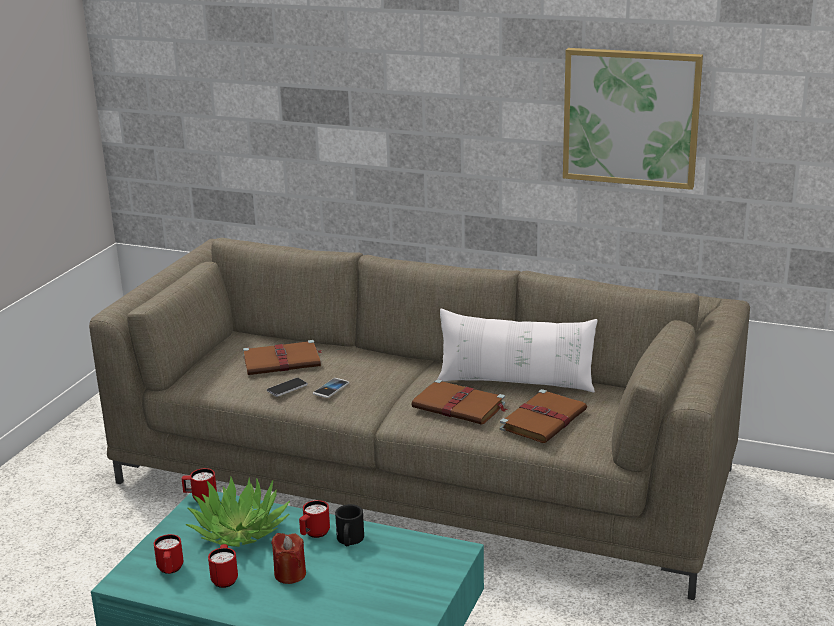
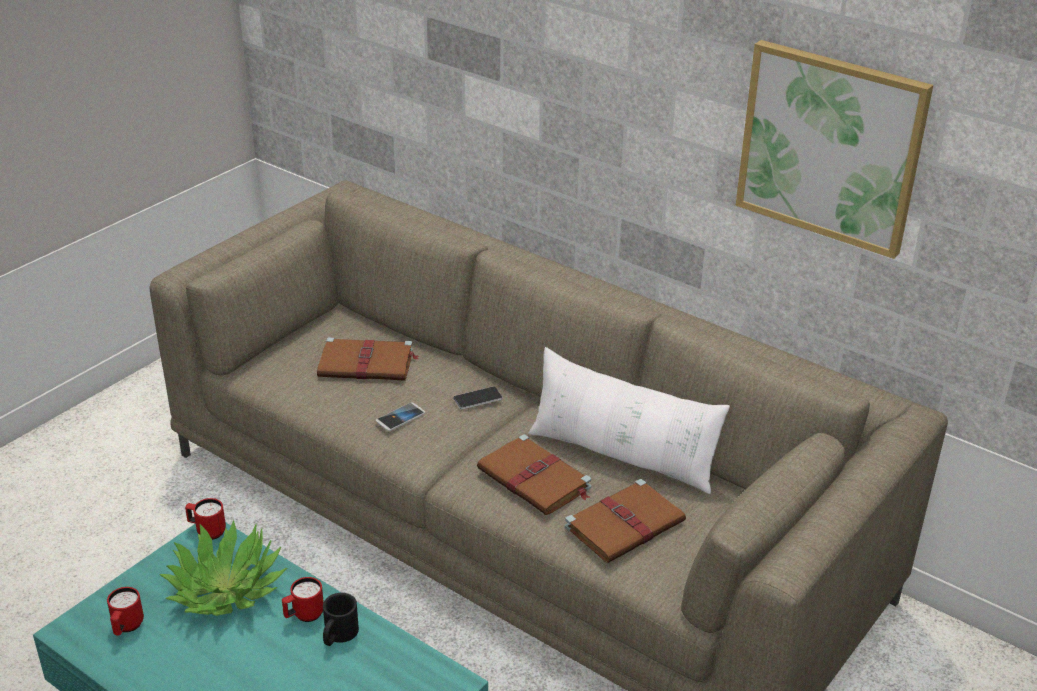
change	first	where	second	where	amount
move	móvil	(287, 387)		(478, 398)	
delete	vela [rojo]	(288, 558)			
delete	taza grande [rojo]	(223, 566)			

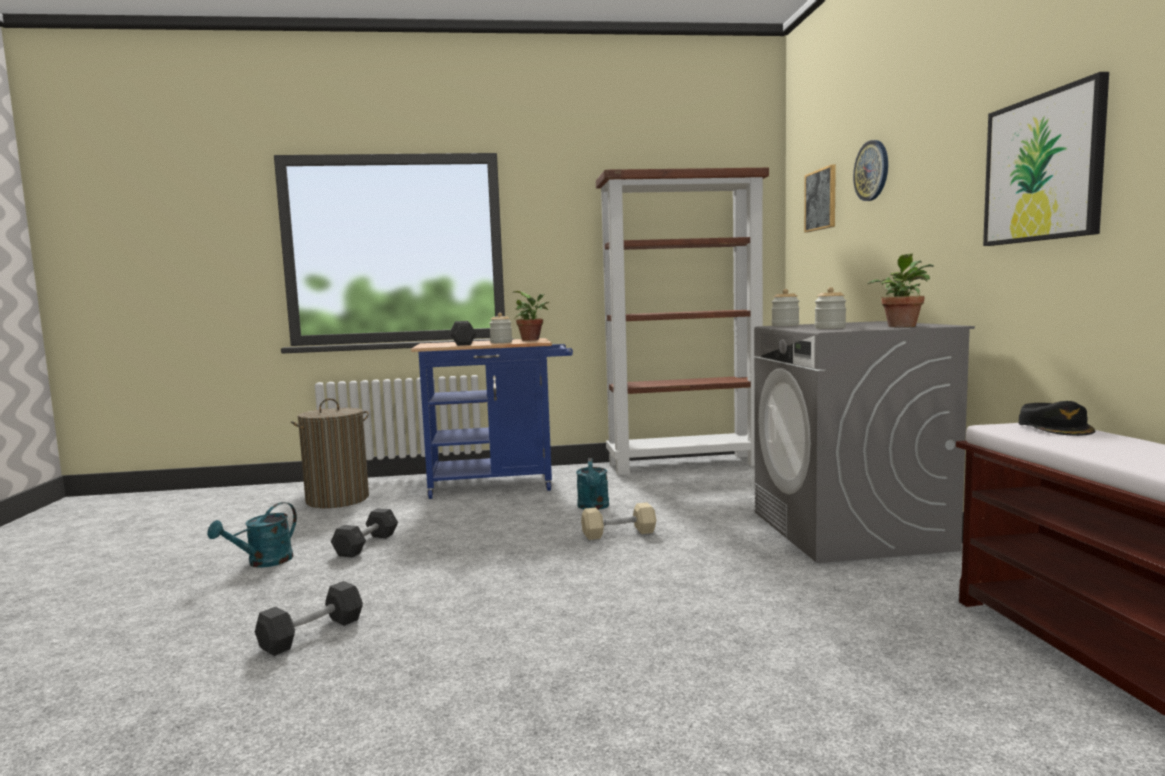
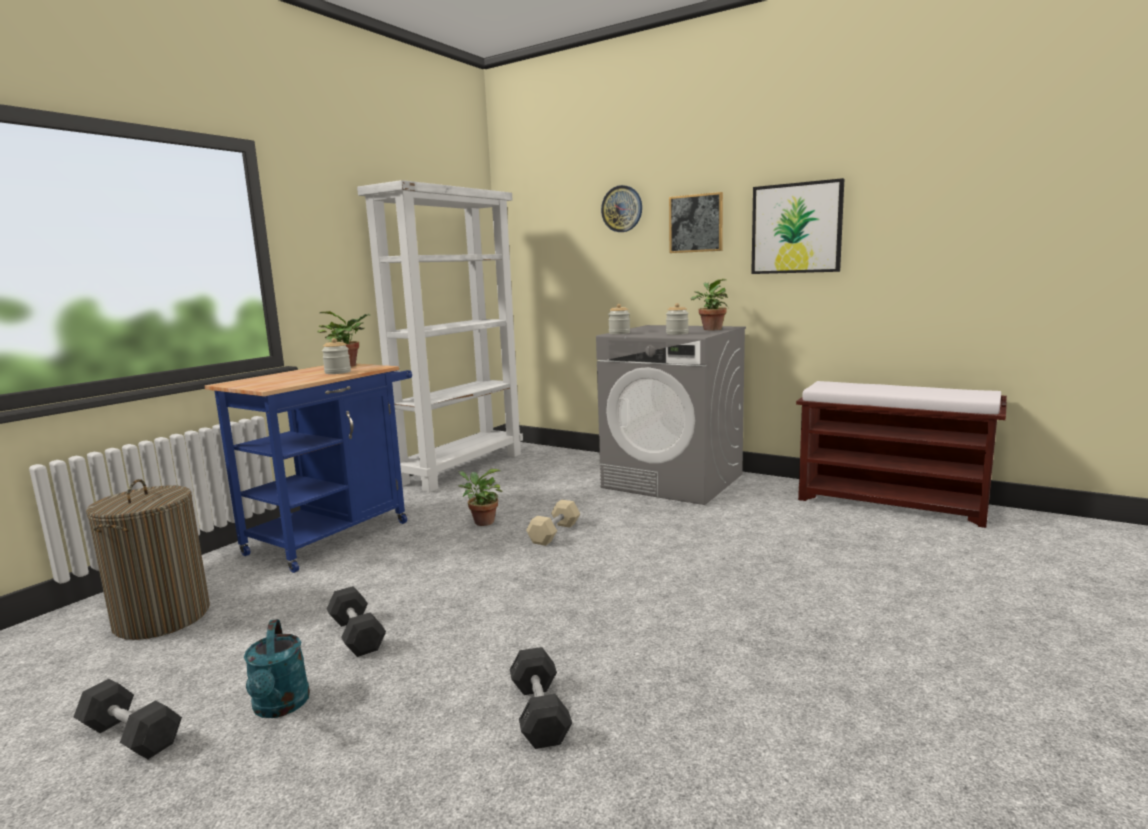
change	first	where	second	where	amount
move	cuadro	(820, 198)		(696, 222)	
recolor	estantería [marrón]	(682, 321)	estantería [blanco]	(440, 336)	
move	mancuerna [gris]	(463, 333)		(128, 719)	
delete	gorra [negro]	(1057, 418)			
replace	regadera [turquesa]	(592, 484)	planta en maceta	(480, 497)	

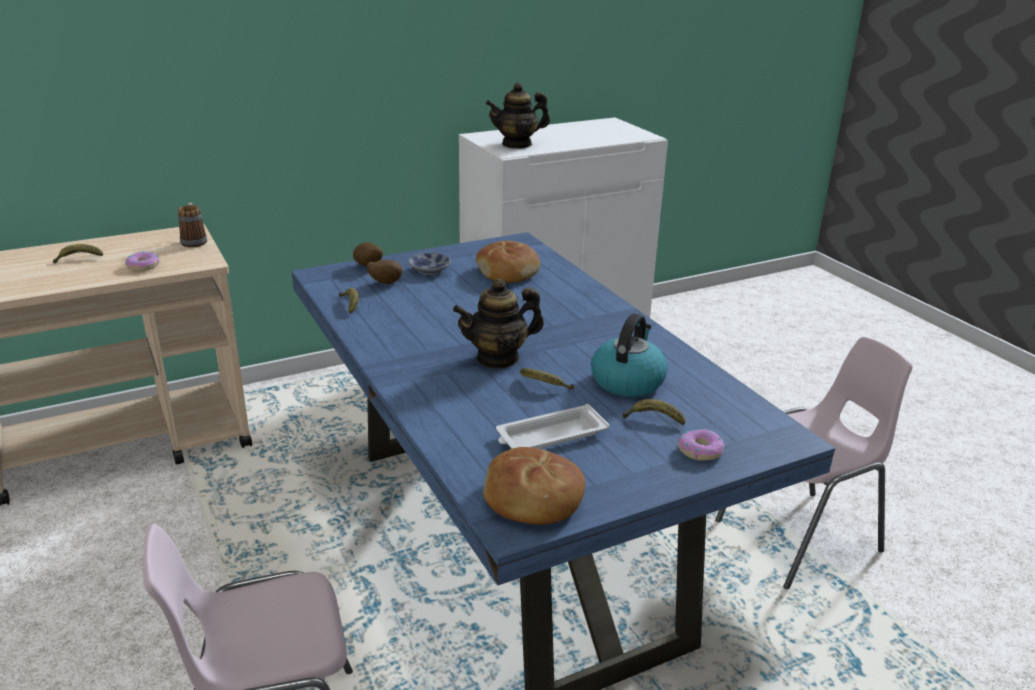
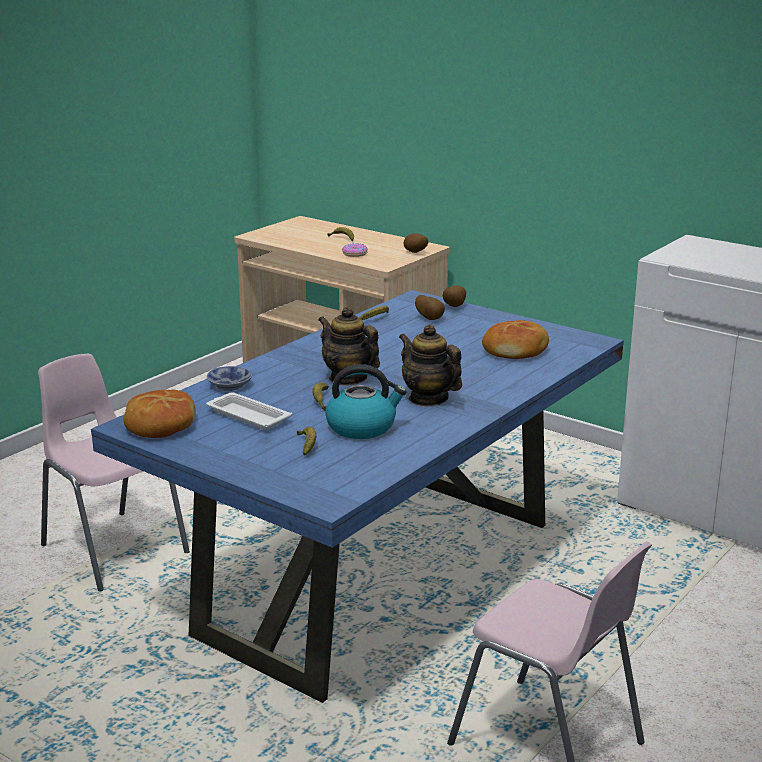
change	first	where	second	where	amount
move	tetera	(518, 116)		(430, 365)	
replace	taza grande	(192, 225)	patata	(415, 243)	
move	cuenco	(429, 264)		(229, 378)	
delete	rosquilla	(701, 445)			

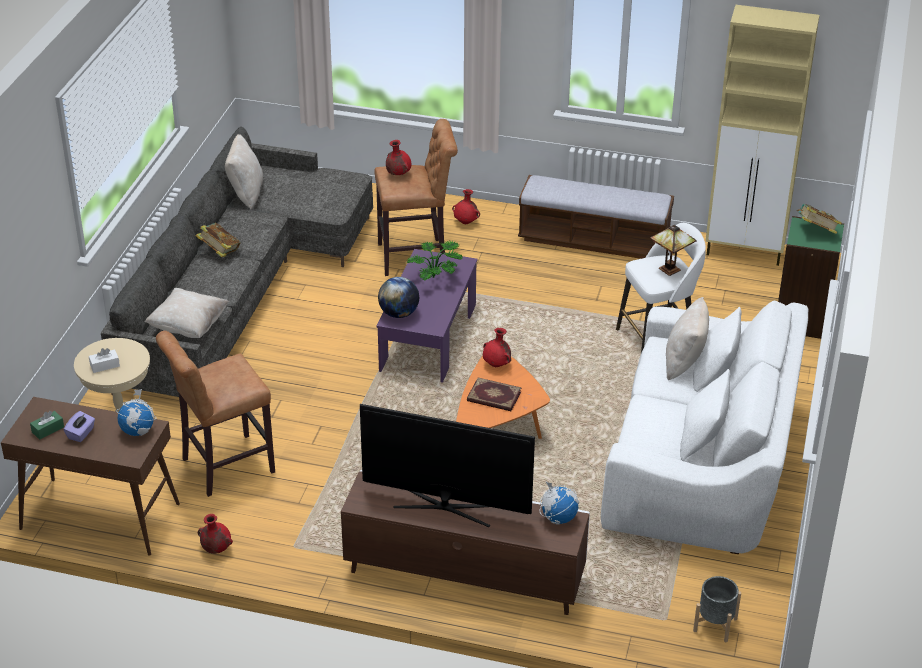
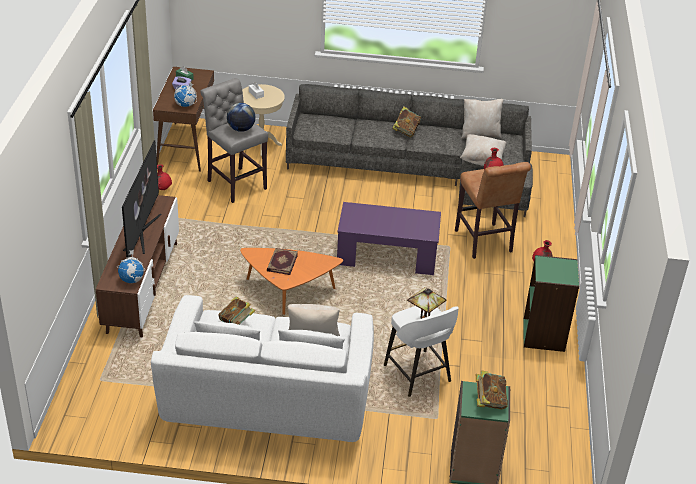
change	first	where	second	where	amount
delete	armario [beis]	(762, 135)			
replace	banco	(596, 217)	estantería [verde]	(551, 303)	
delete	planta en maceta	(435, 260)			
move	globo terráqueo	(398, 297)		(241, 117)	
move	cojín [beis]	(186, 313)		(483, 150)	
delete	florero [rojo]	(497, 347)			
recolor	taburete [marrón]	(215, 414)	taburete [gris]	(234, 140)	
delete	maceta [gris]	(717, 609)			
insert			libro	(236, 311)	

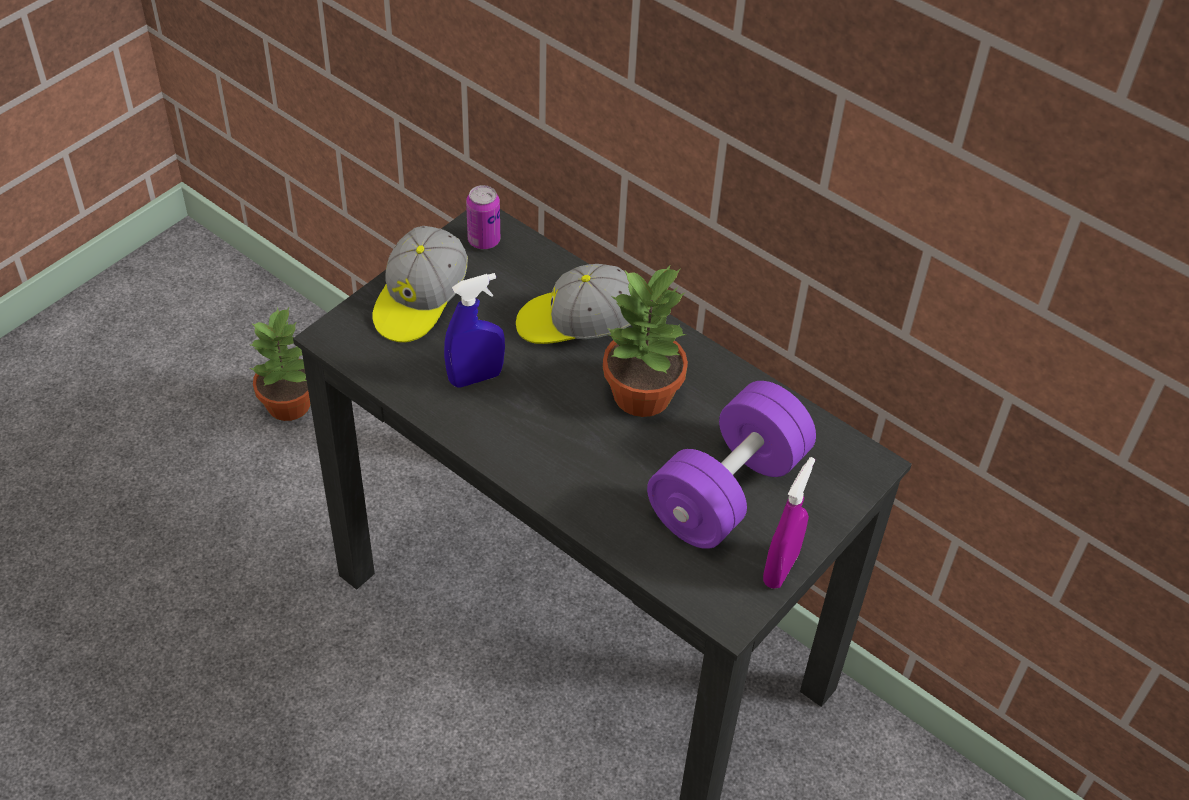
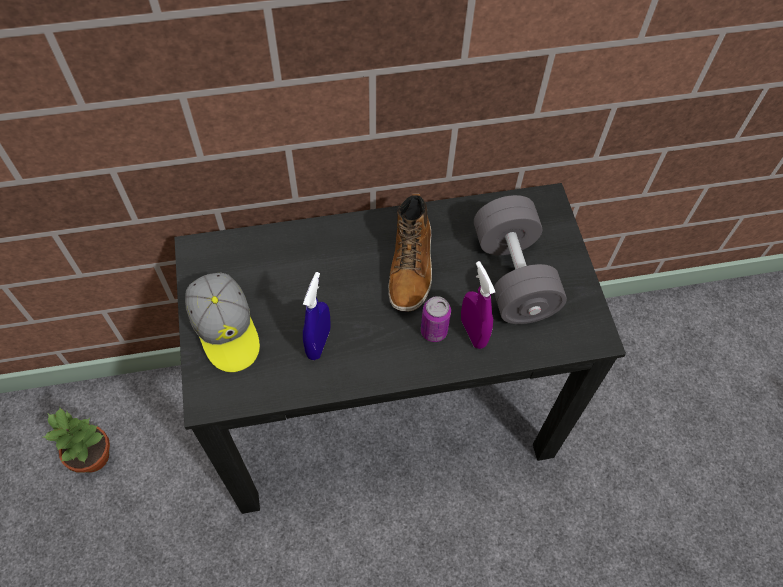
change	first	where	second	where	amount
move	lata	(483, 217)		(436, 319)	
delete	gorra	(573, 304)			
replace	planta en maceta	(645, 340)	bota	(410, 252)	
recolor	mancuerna [morado]	(731, 465)	mancuerna [gris]	(520, 259)	
move	pulverizador [morado]	(789, 523)		(478, 305)	

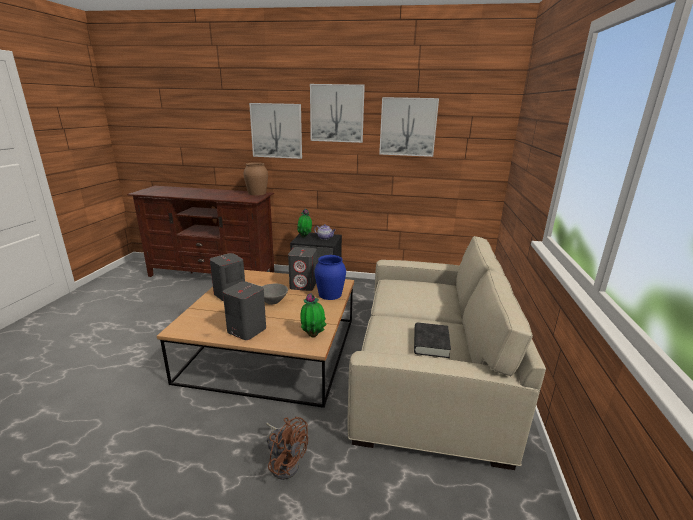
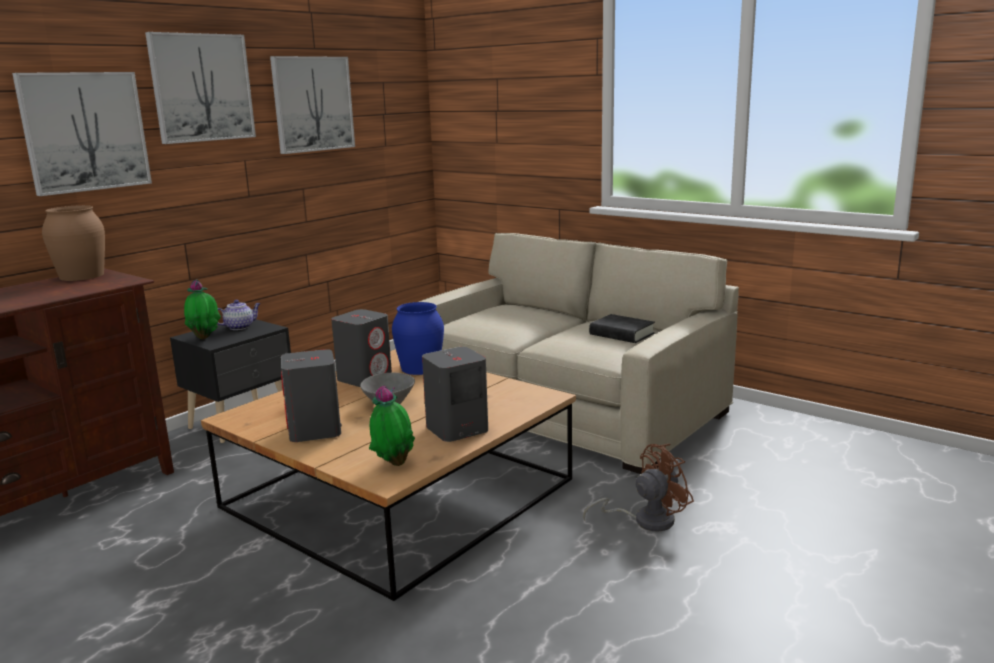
change	first	where	second	where	amount
move	planta en maceta	(313, 315)		(392, 425)	

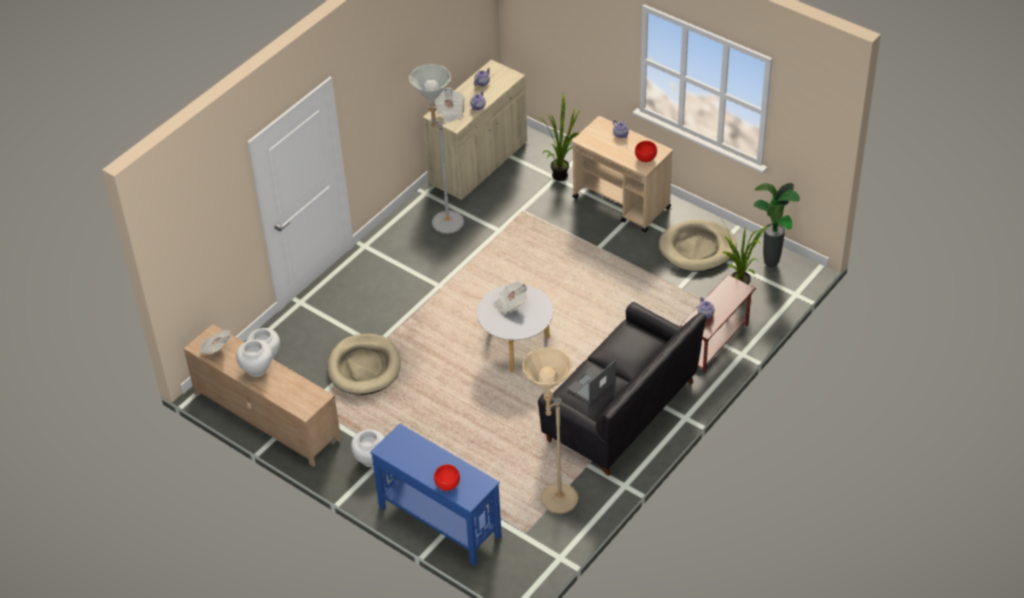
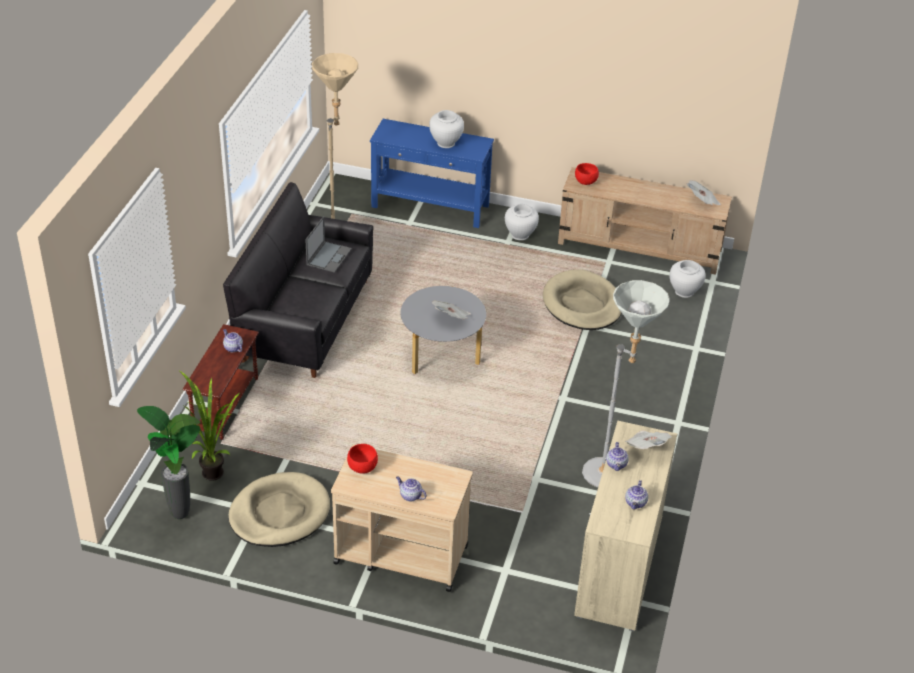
change	first	where	second	where	amount
delete	planta en maceta	(557, 136)			
move	florero [blanco]	(254, 358)		(446, 129)	
move	cuenco [rojo]	(447, 477)		(587, 174)	

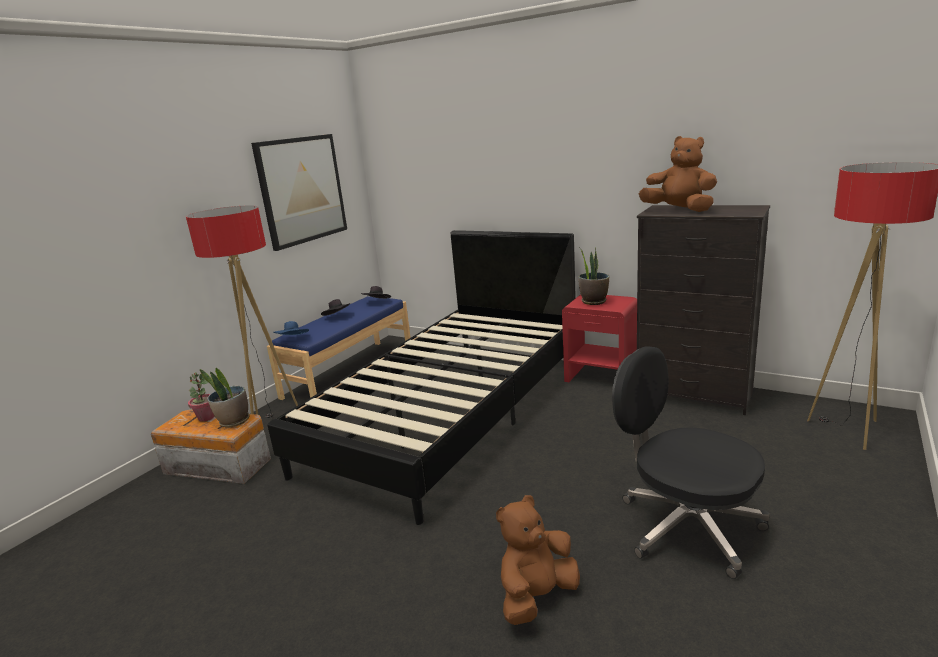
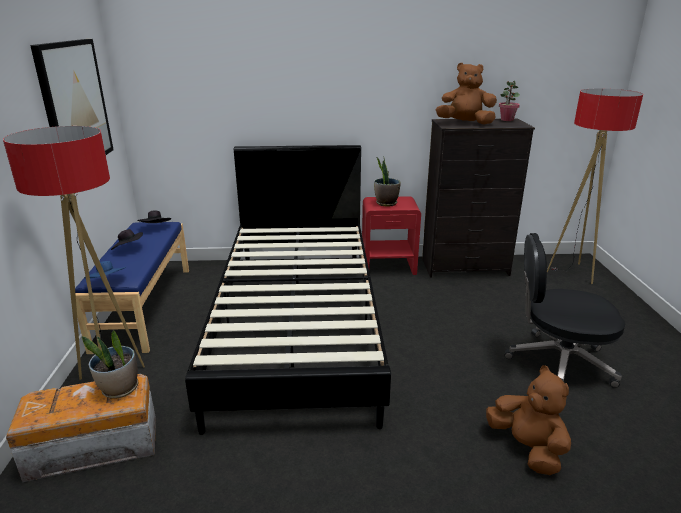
change	first	where	second	where	amount
move	planta en maceta	(201, 397)		(509, 101)	
rotate	peluche [marrón]	(538, 560)		(528, 420)	135 degrees clockwise

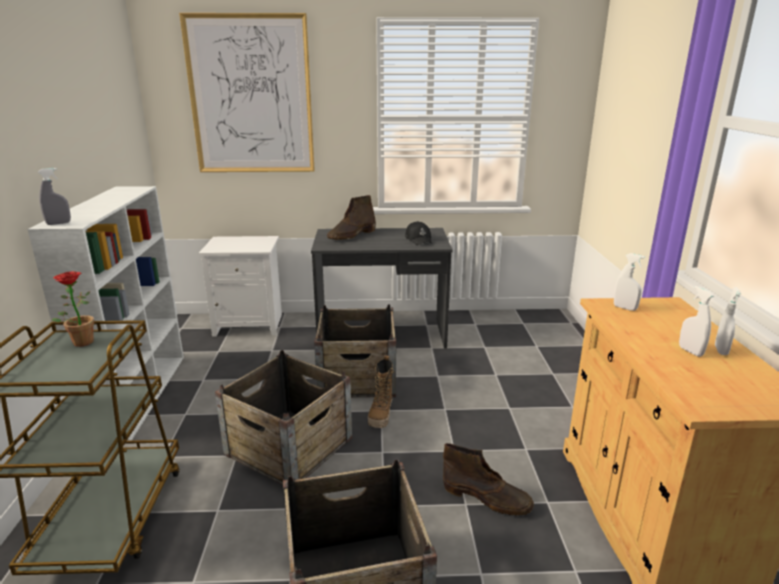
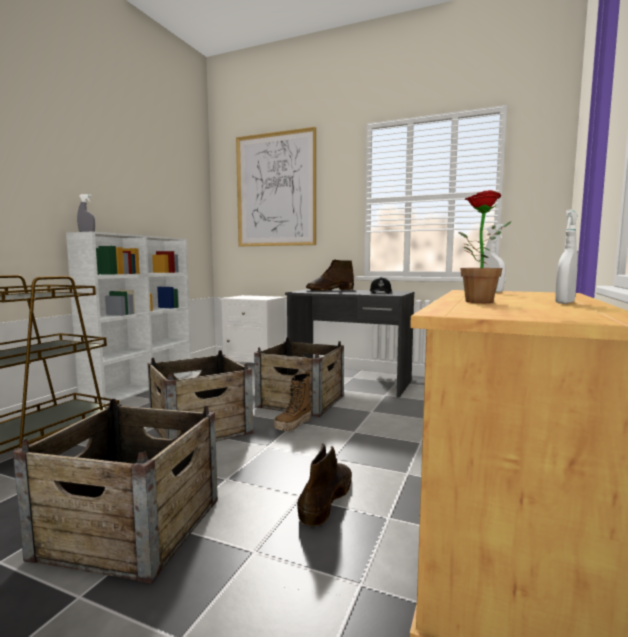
change	first	where	second	where	amount
move	planta en maceta	(73, 309)		(485, 246)	
delete	pulverizador [blanco]	(696, 321)			
rotate	bota [marrón]	(488, 479)		(324, 485)	120 degrees counterclockwise

